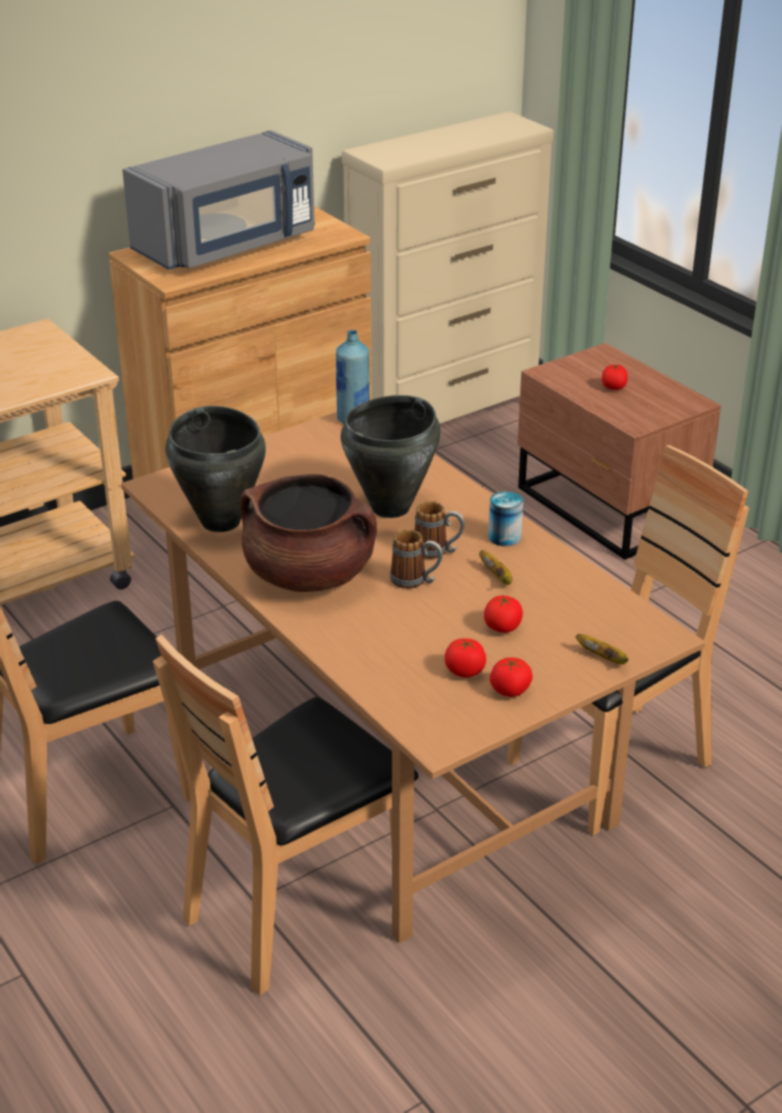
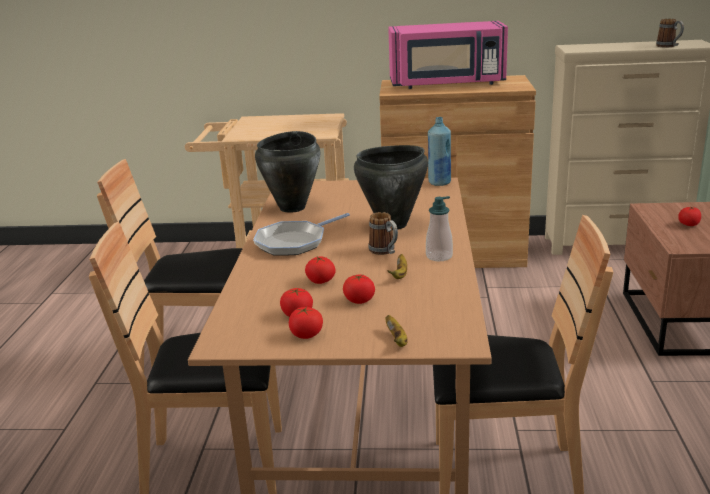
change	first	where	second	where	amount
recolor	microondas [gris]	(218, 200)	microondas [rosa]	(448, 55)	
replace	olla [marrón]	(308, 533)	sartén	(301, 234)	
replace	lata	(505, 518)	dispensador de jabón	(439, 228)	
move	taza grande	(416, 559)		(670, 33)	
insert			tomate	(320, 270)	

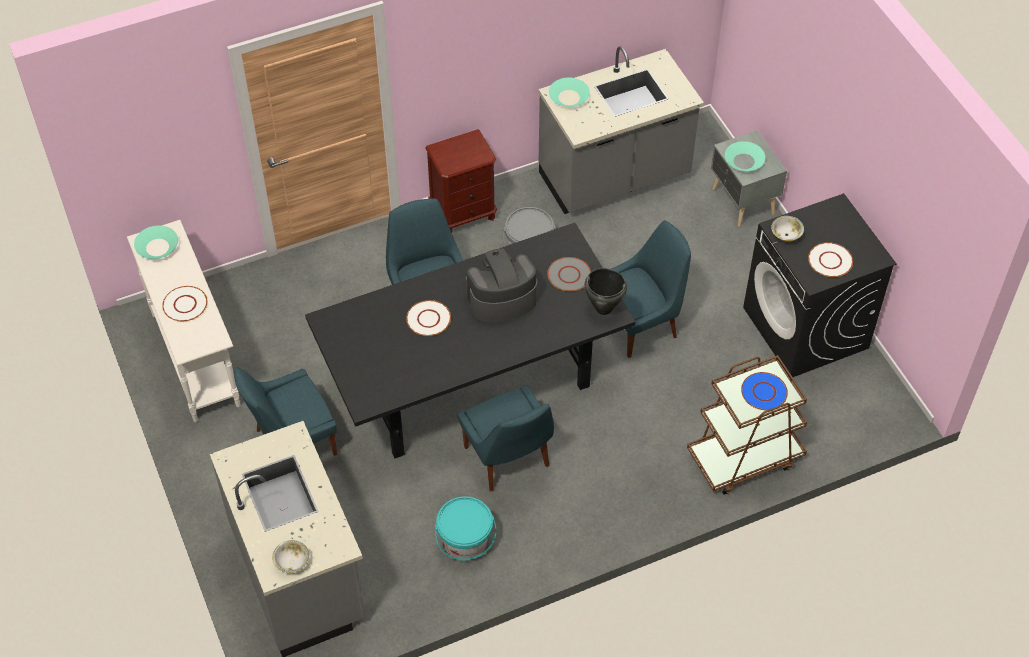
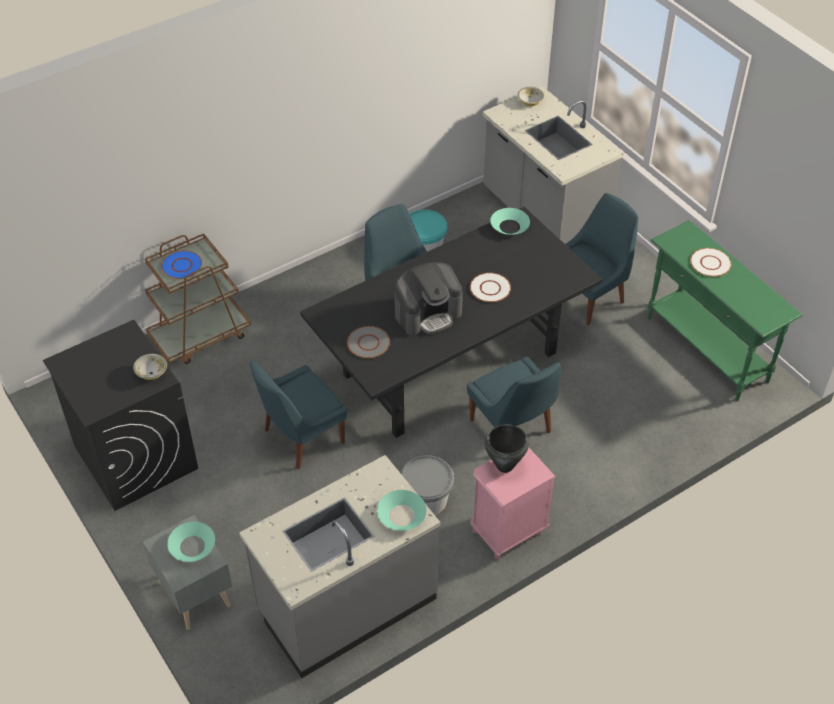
change	first	where	second	where	amount
recolor	mesita de noche [marrón]	(461, 181)	mesita de noche [rosa]	(513, 504)	
recolor	mesa consola [blanco]	(183, 321)	mesa consola [verde]	(725, 310)	
move	cuenco [turquesa]	(156, 242)		(510, 221)	
delete	plato [blanco]	(830, 259)			
move	olla [negro]	(605, 291)		(507, 448)	

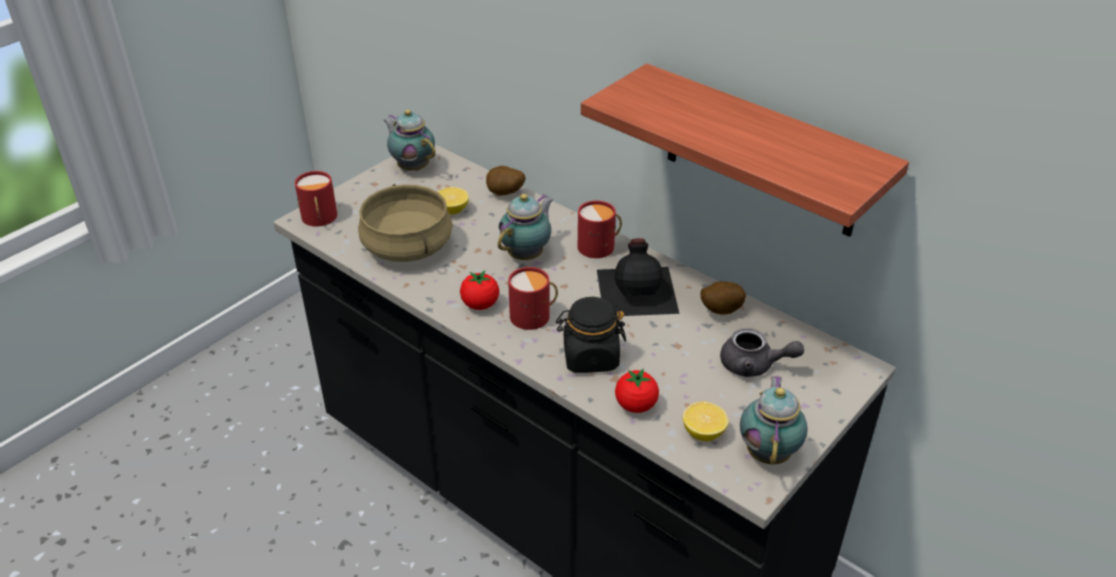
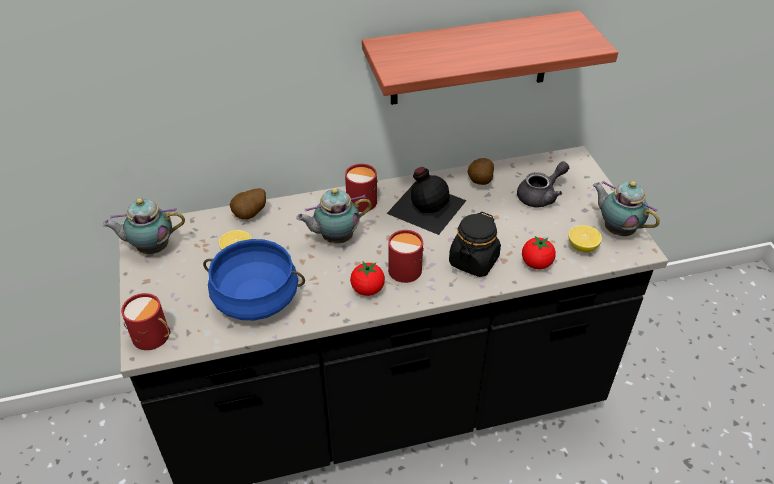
change	first	where	second	where	amount
recolor	olla [beis]	(405, 223)	olla [azul]	(254, 279)	
rotate	tetera	(525, 227)		(334, 216)	90 degrees counterclockwise

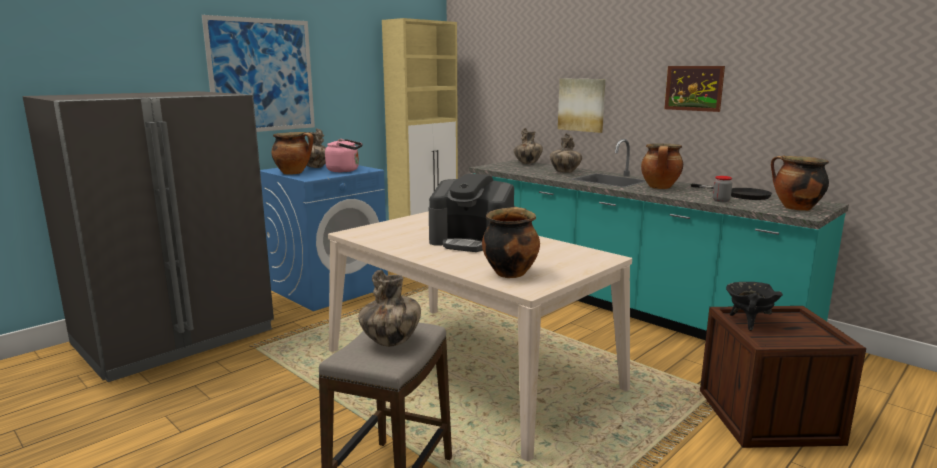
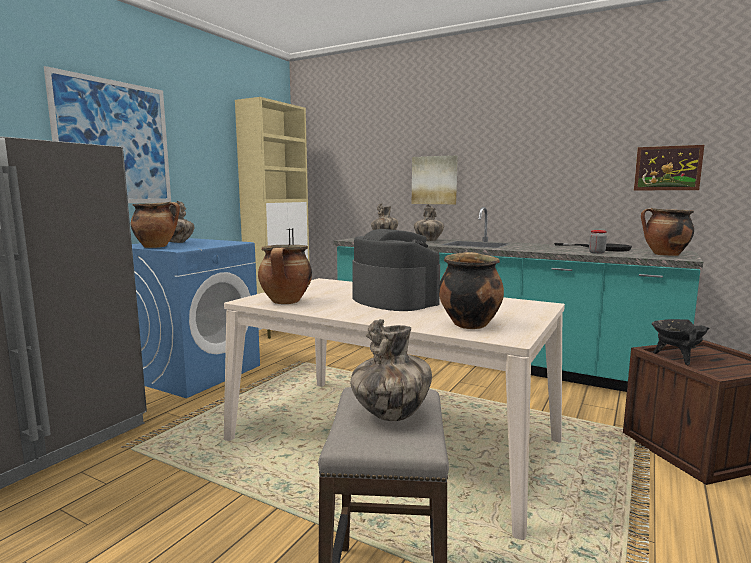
change	first	where	second	where	amount
move	cuadro	(694, 89)		(669, 167)	
delete	hervidor [rosa]	(344, 155)			
move	olla	(662, 166)		(285, 274)	
rotate	cafetera	(472, 213)		(396, 270)	135 degrees counterclockwise

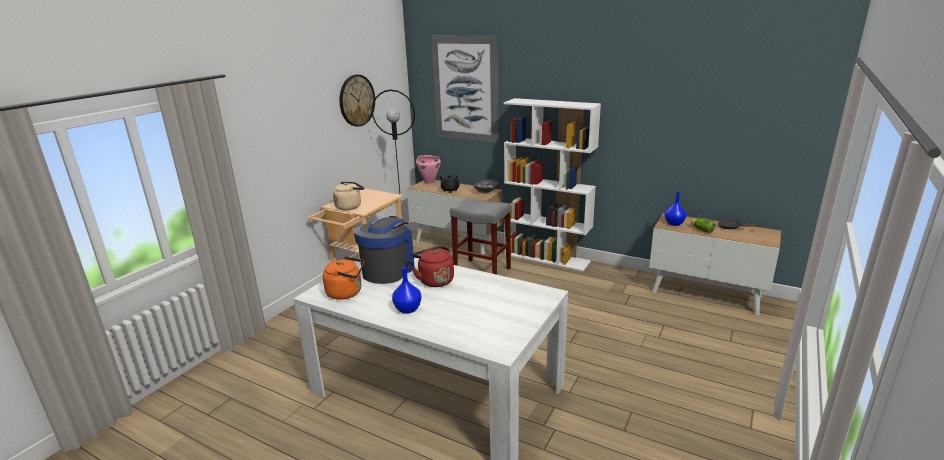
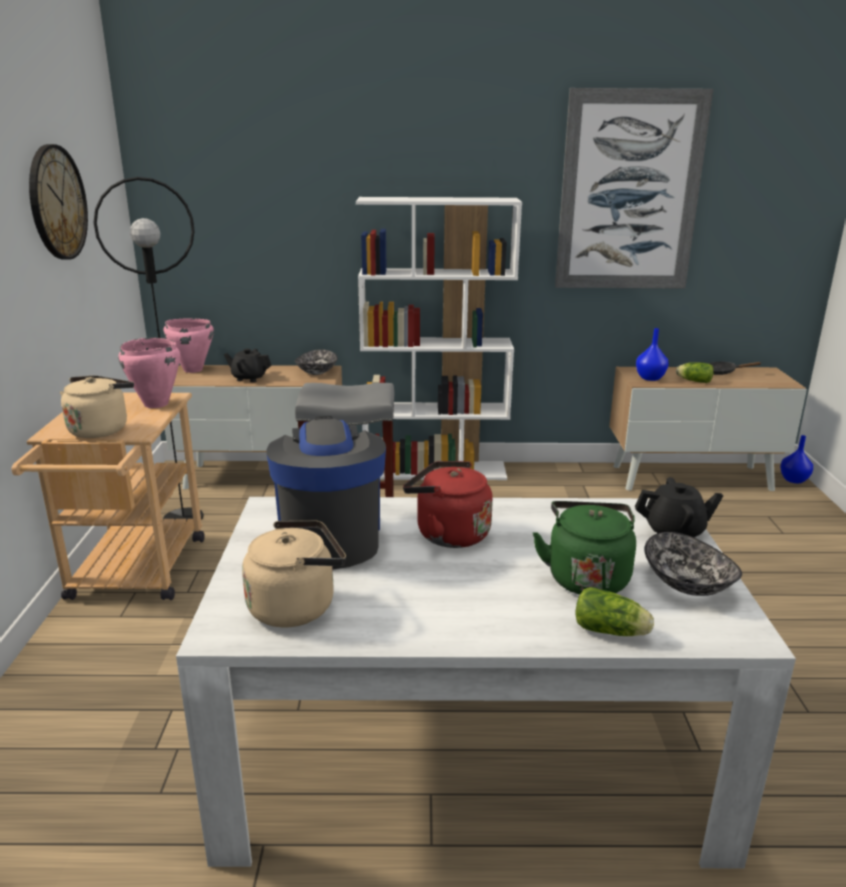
change	first	where	second	where	amount
move	cuadro	(465, 89)		(634, 188)	
recolor	hervidor [naranja]	(344, 278)	hervidor [beis]	(294, 573)	
move	florero [azul]	(406, 290)		(796, 459)	
insert			olla [rosa]	(149, 373)	
insert			tetera [negro]	(679, 507)	
insert			hervidor [verde]	(584, 548)	
insert			cuenco	(693, 564)	
insert			lechuga	(614, 611)	

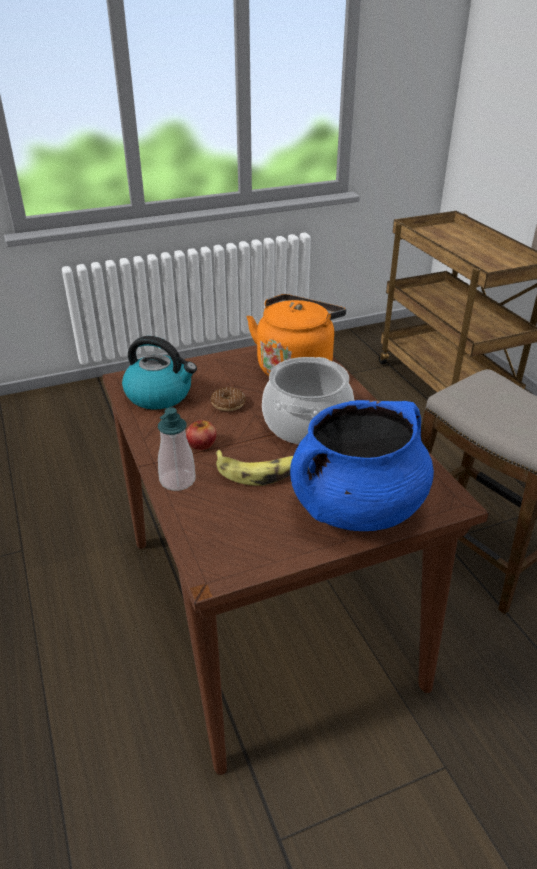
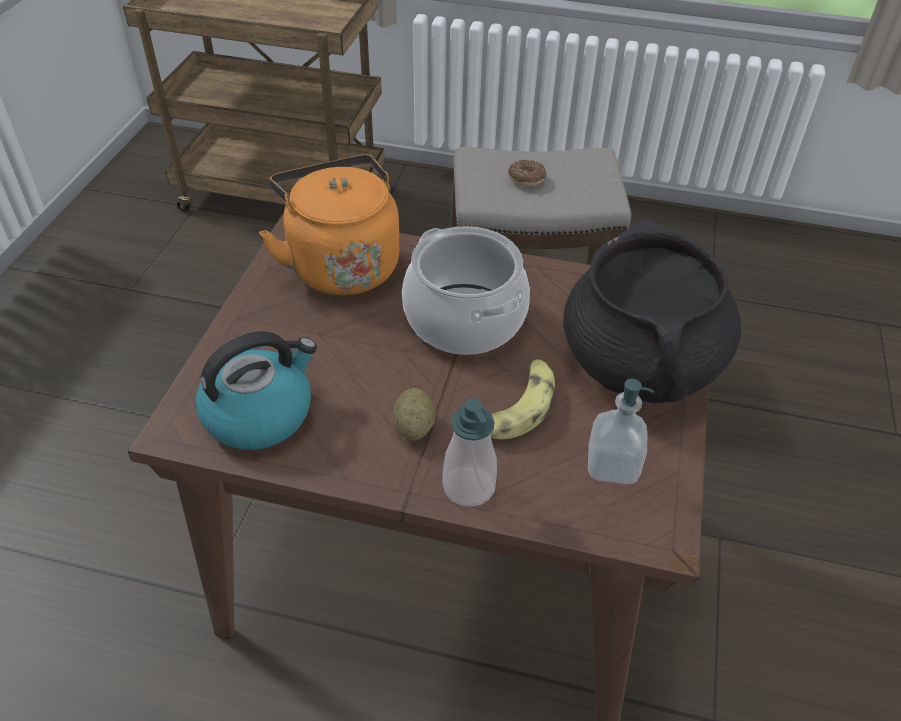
change	first	where	second	where	amount
move	rosquilla	(228, 399)		(527, 172)	
recolor	olla [azul]	(362, 465)	olla [negro]	(652, 310)	
replace	manzana	(201, 435)	patata	(414, 414)	
insert			dispensador de jabón	(621, 431)	

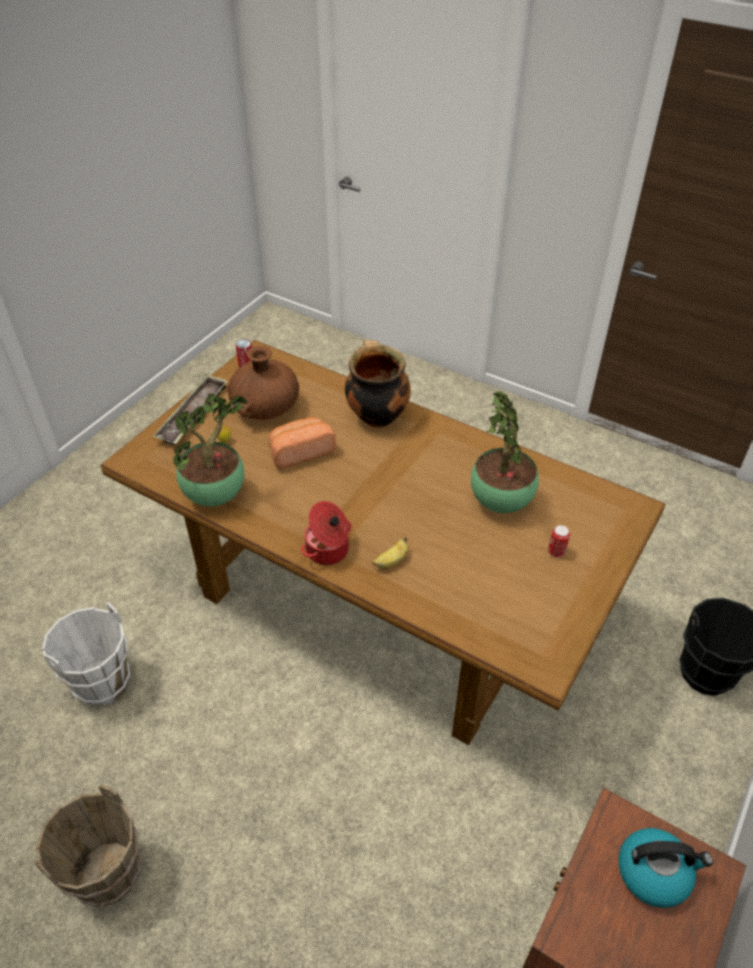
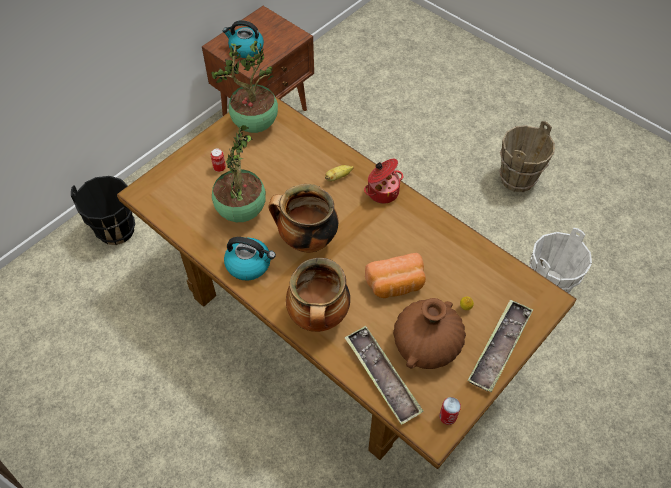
change	first	where	second	where	amount
move	planta en maceta	(210, 450)		(244, 87)	
insert			olla	(303, 218)	
insert			hervidor	(250, 259)	
insert			bandeja	(384, 375)	

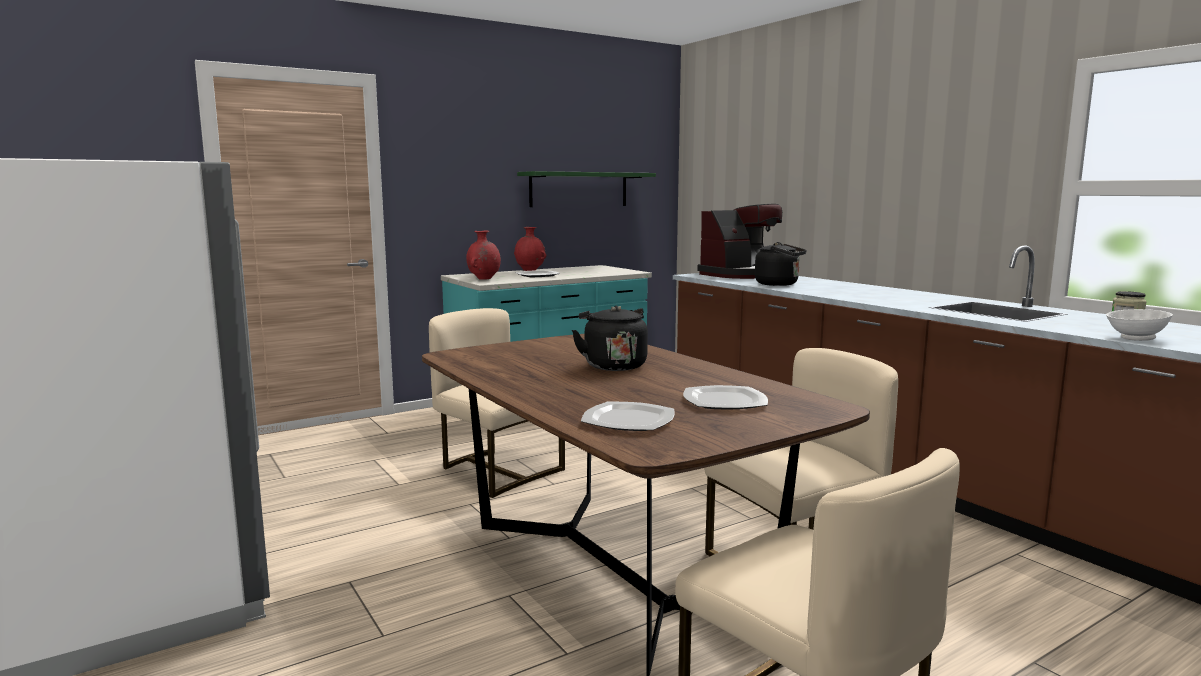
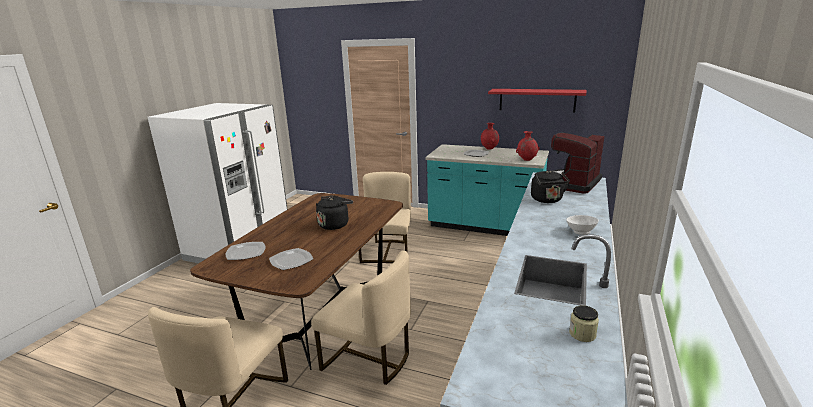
change	first	where	second	where	amount
recolor	estante [verde]	(586, 189)	estante [rojo]	(537, 100)	
rotate	cafetera	(739, 241)		(578, 163)	105 degrees clockwise
move	florero [rojo]	(483, 255)		(528, 146)	
move	cuenco [blanco]	(1139, 325)		(582, 225)	

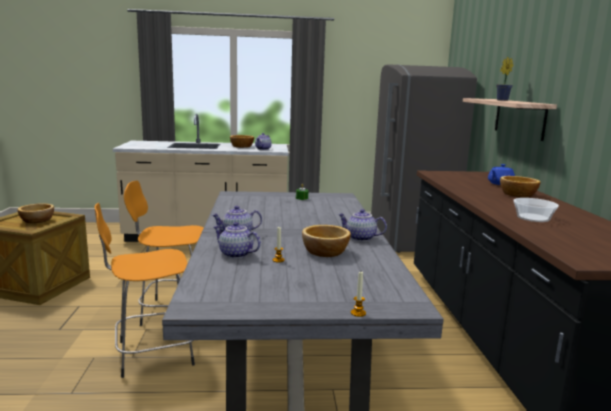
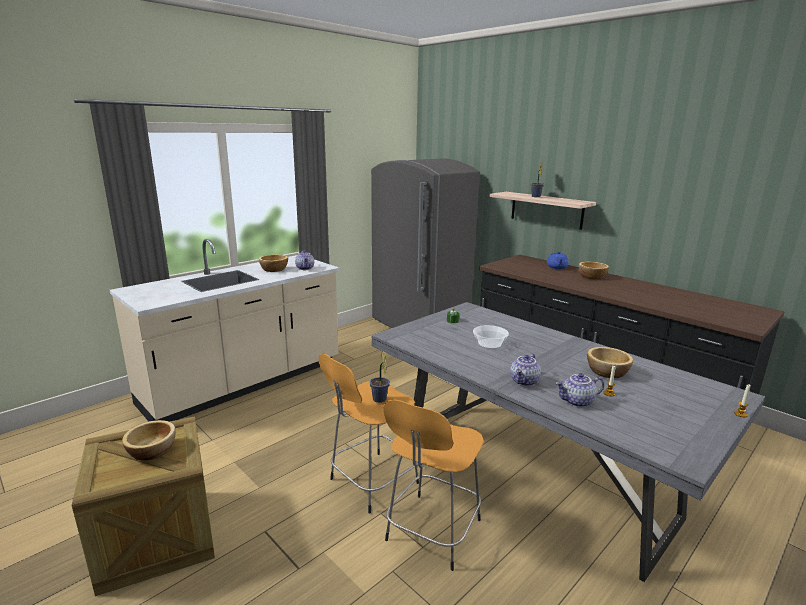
change	first	where	second	where	amount
move	cuenco	(536, 210)		(491, 337)	
delete	tetera	(362, 225)			
insert			planta en maceta	(380, 377)	

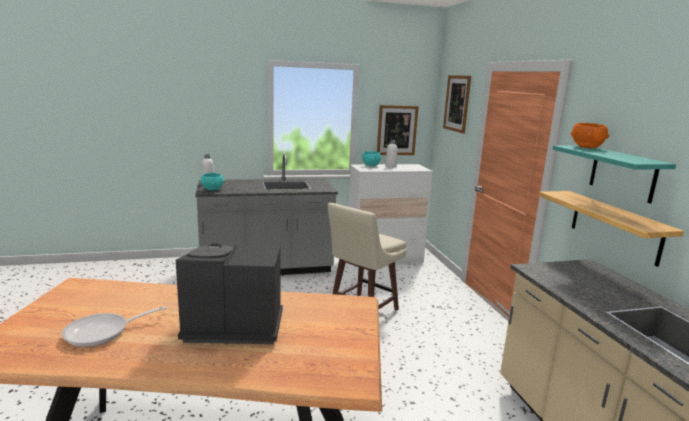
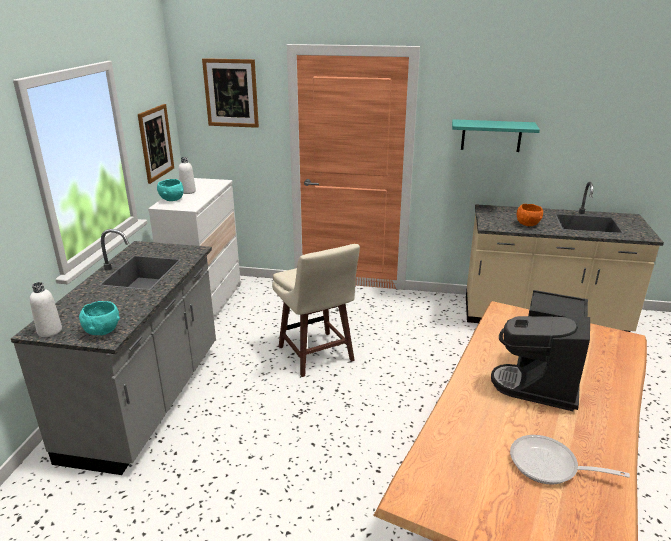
change	first	where	second	where	amount
move	cuenco [naranja]	(590, 135)		(530, 215)	
delete	estante	(611, 229)			
rotate	sartén	(114, 326)		(570, 460)	120 degrees clockwise

